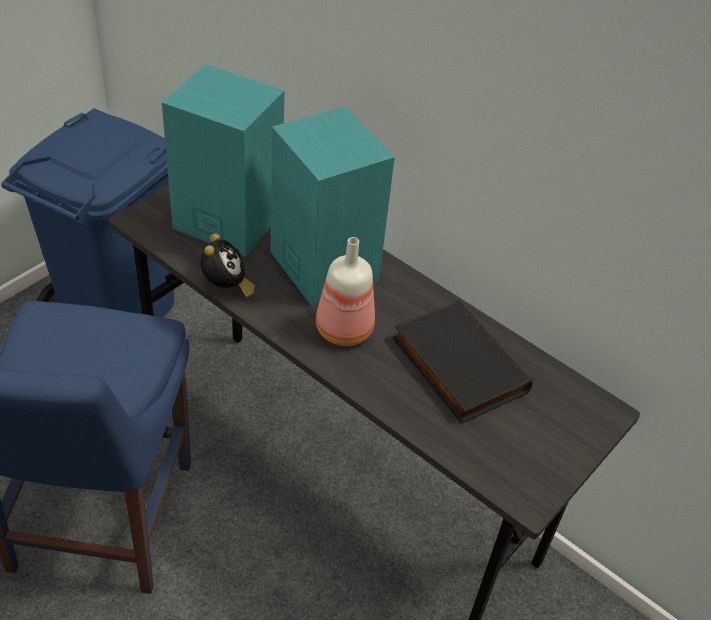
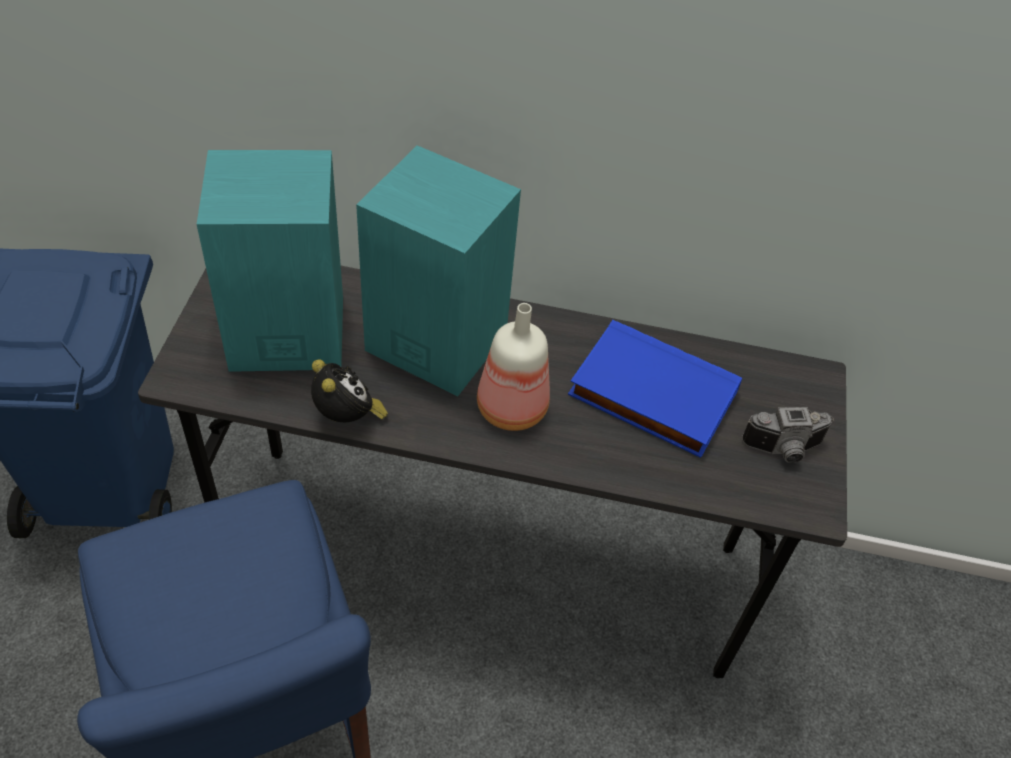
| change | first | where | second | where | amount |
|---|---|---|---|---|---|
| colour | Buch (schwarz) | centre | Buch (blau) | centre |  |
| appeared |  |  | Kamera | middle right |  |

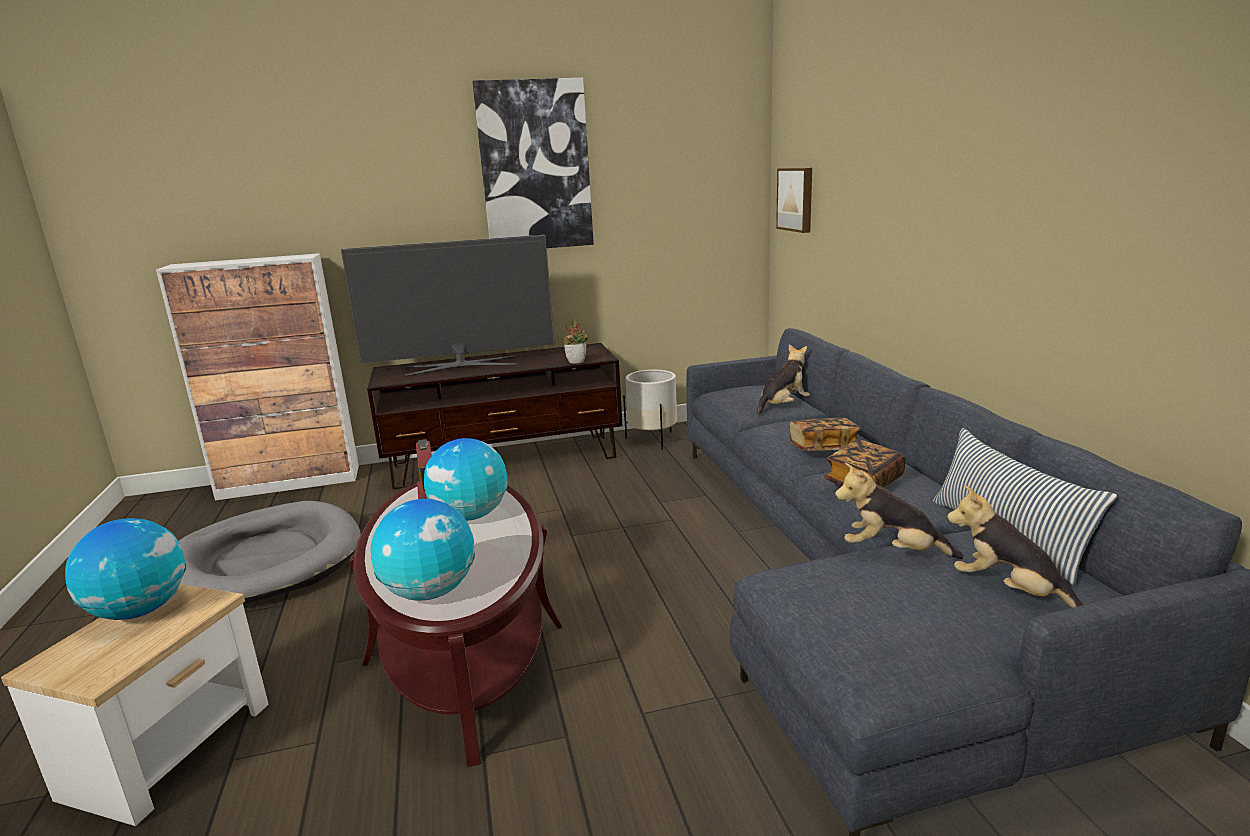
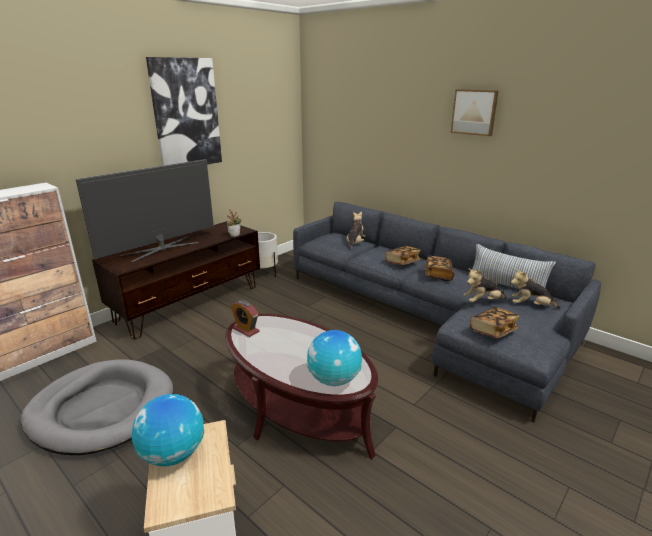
| change | first | where | second | where | amount |
|---|---|---|---|---|---|
| relocated | Bild (no. 2 from left) | top centre |  | top right |  |
| missing | Globus (no. 3 from left) | centre |  |  |  |
| appeared |  |  | Buch (no. 3 from left) | middle right |  |

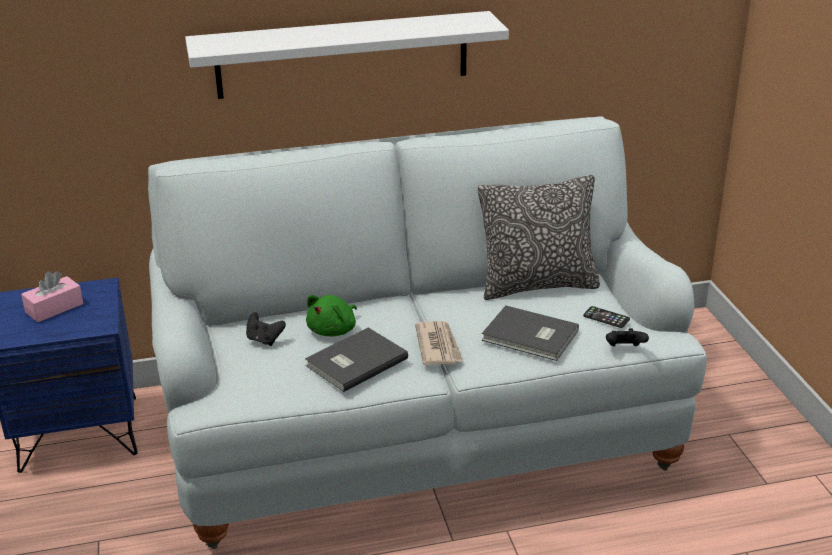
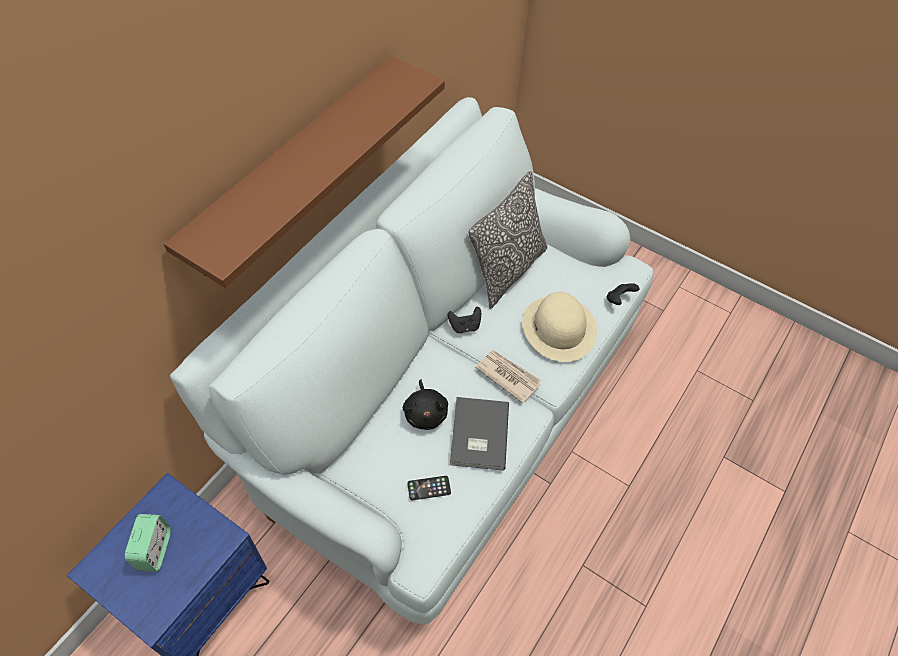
| change | first | where | second | where | amount |
|---|---|---|---|---|---|
| colour | Wandregal (weiß) | top centre | Wandregal (braun) | top centre |  |
| exchanged | Taschentuchbox (rosa) | middle left | Wecker | bottom left |  |
| colour | Plüschtier (grün) | centre | Plüschtier (schwarz) | centre |  |
| exchanged | Buch (grau) (no. 2 from left) | centre | Hut (beige) | centre |  |
| relocated | Handy | middle right |  | bottom centre |  |
| relocated | Gamepad (schwarz) (no. 1 from left) | middle left |  | centre |  |

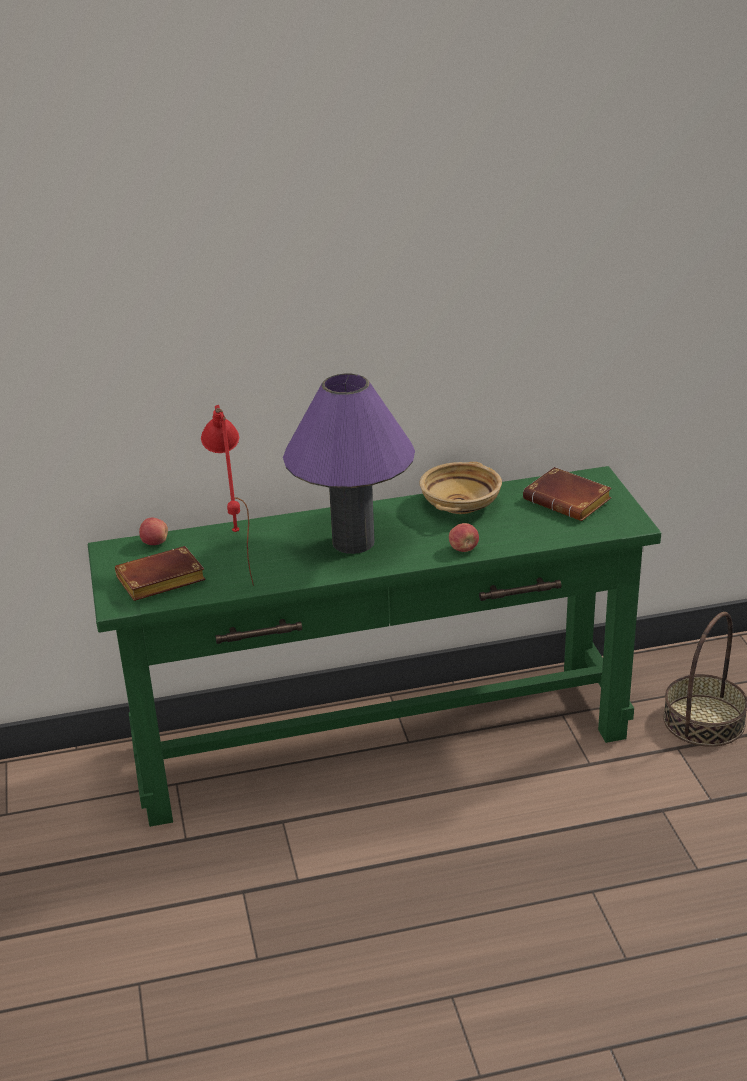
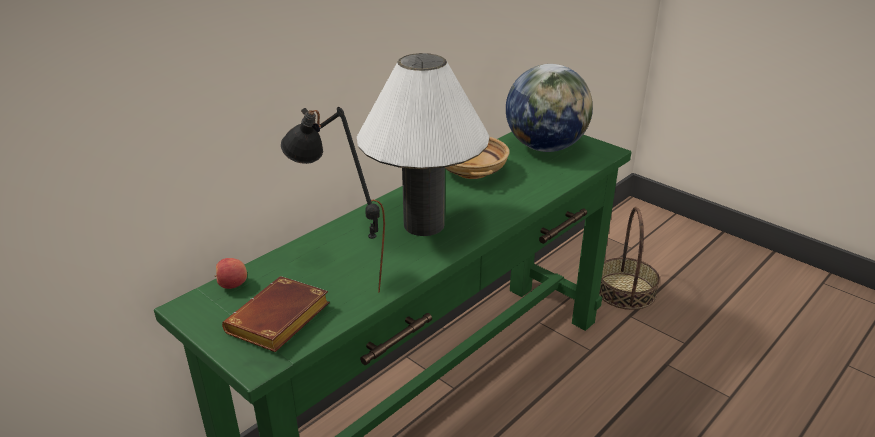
| change | first | where | second | where | amount |
|---|---|---|---|---|---|
| colour | Tischlampe (lila) | centre | Tischlampe (weiß) | top centre |  |
| colour | Tischlampe (rot) | middle left | Tischlampe (schwarz) | centre |  |
| exchanged | Buch (braun) (no. 2 from left) | middle right | Globus | top centre |  |
| missing | Apfel (no. 2 from left) | centre |  |  |  |

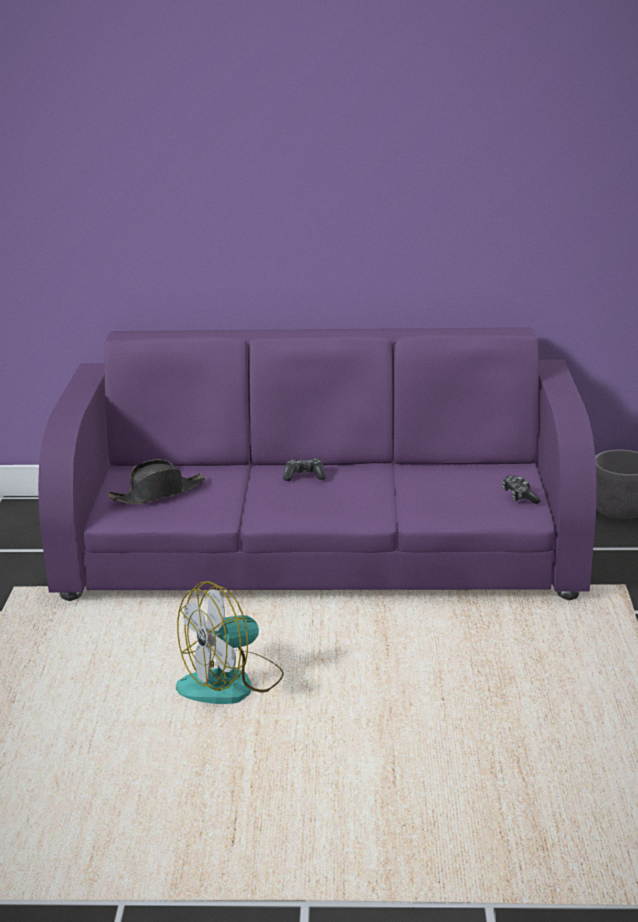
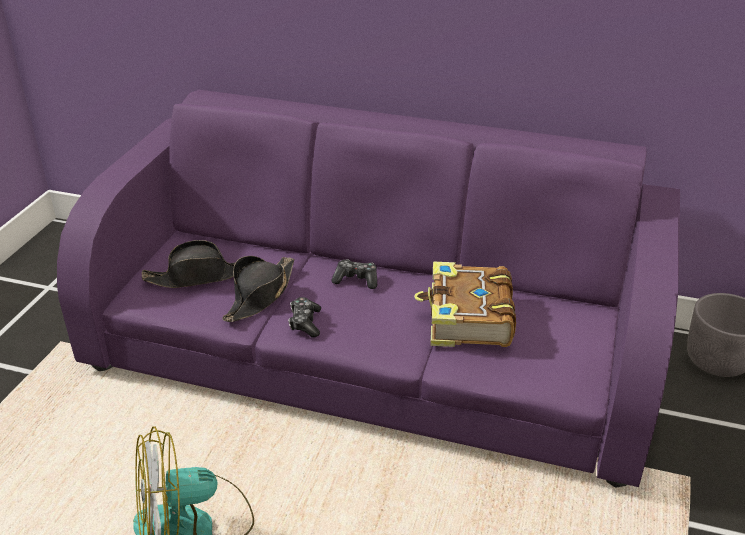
| change | first | where | second | where | amount |
|---|---|---|---|---|---|
| relocated | Gamepad (no. 2 from left in the first image) | middle right | Gamepad (no. 1 from left) | centre |  |
| appeared |  |  | Hut (schwarz) (no. 2 from left) | centre |  |
| appeared |  |  | Buch | centre |  |

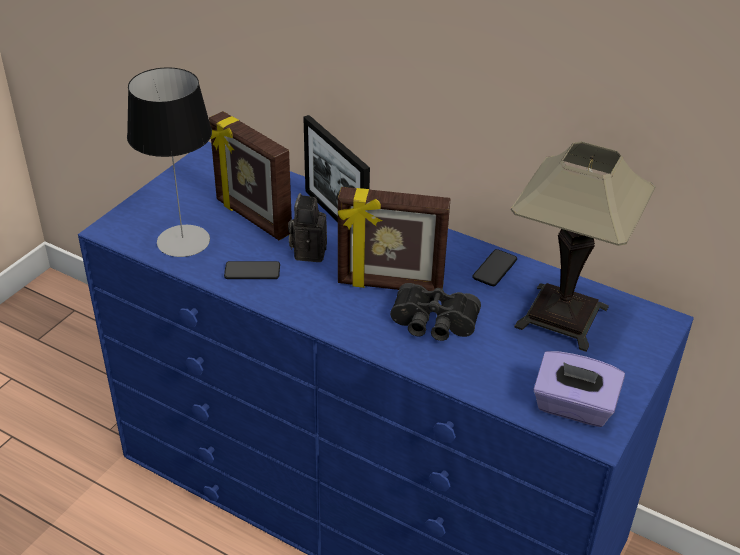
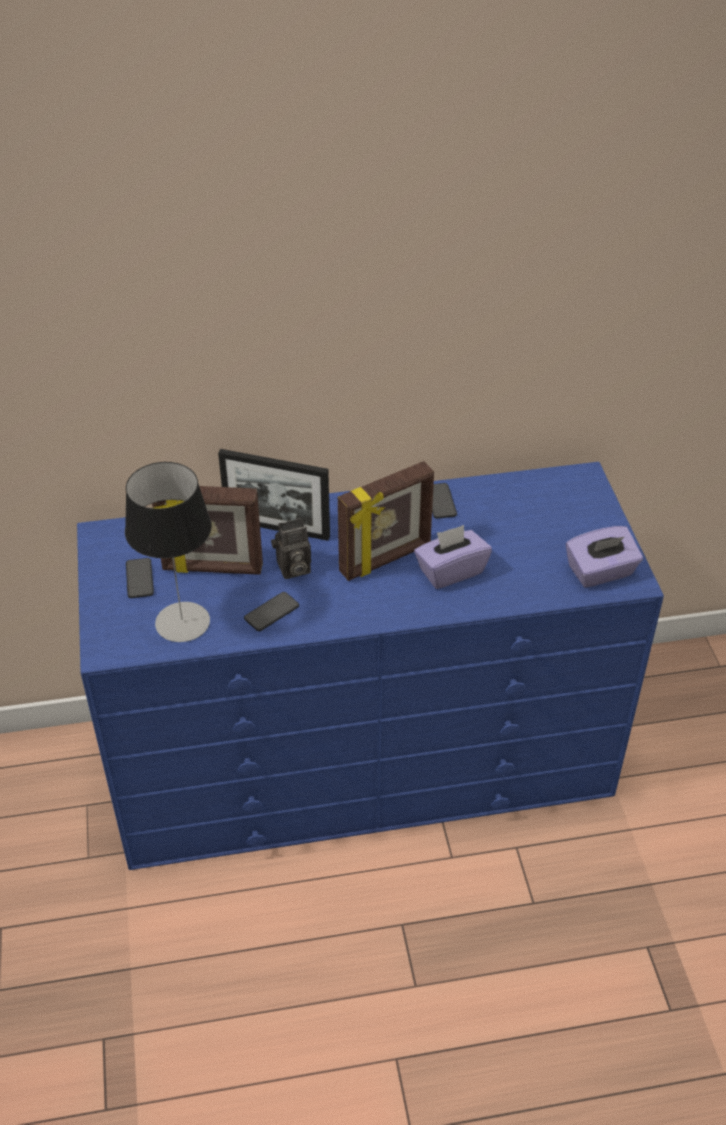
| change | first | where | second | where | amount |
|---|---|---|---|---|---|
| missing | Tischlampe (no. 2 from left) | middle right |  |  |  |
| spun | Kamera | centre |  | centre | 75 degrees counterclockwise |
| exchanged | Fernglas (schwarz) | centre | Taschentuchbox (lila) (no. 1 from left) | centre |  |
| appeared |  |  | Handy (no. 1 from left) | middle left |  |

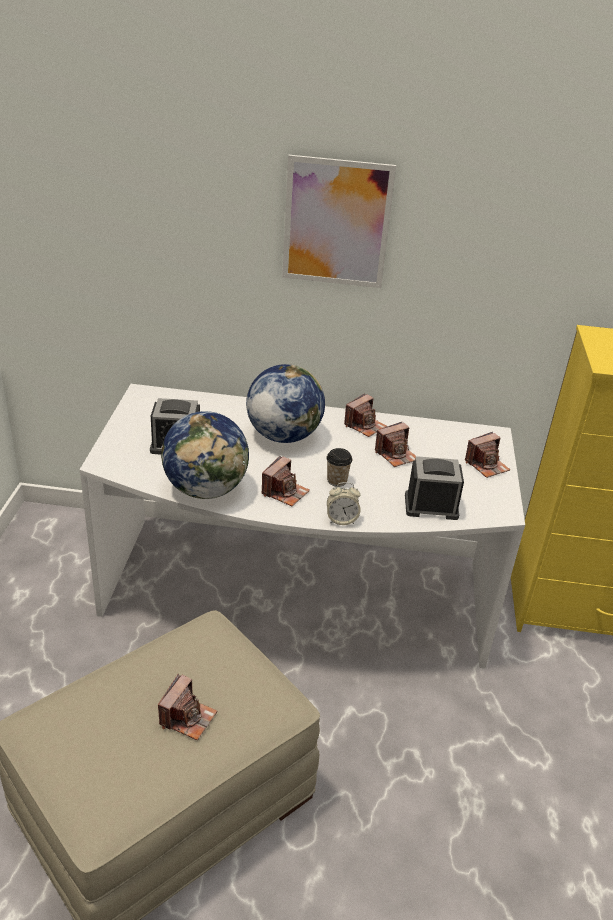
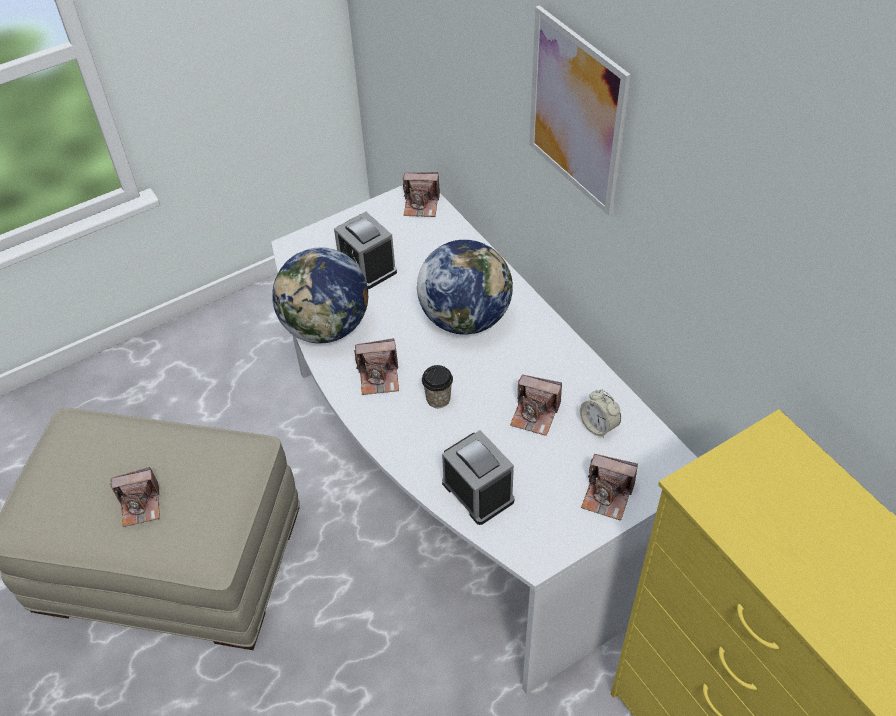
| change | first | where | second | where | amount |
|---|---|---|---|---|---|
| relocated | Kamera (no. 3 from left) | centre |  | top centre |  |
| relocated | Wecker (no. 2 from left in the first image) | centre | Wecker (no. 3 from left) | middle right |  |

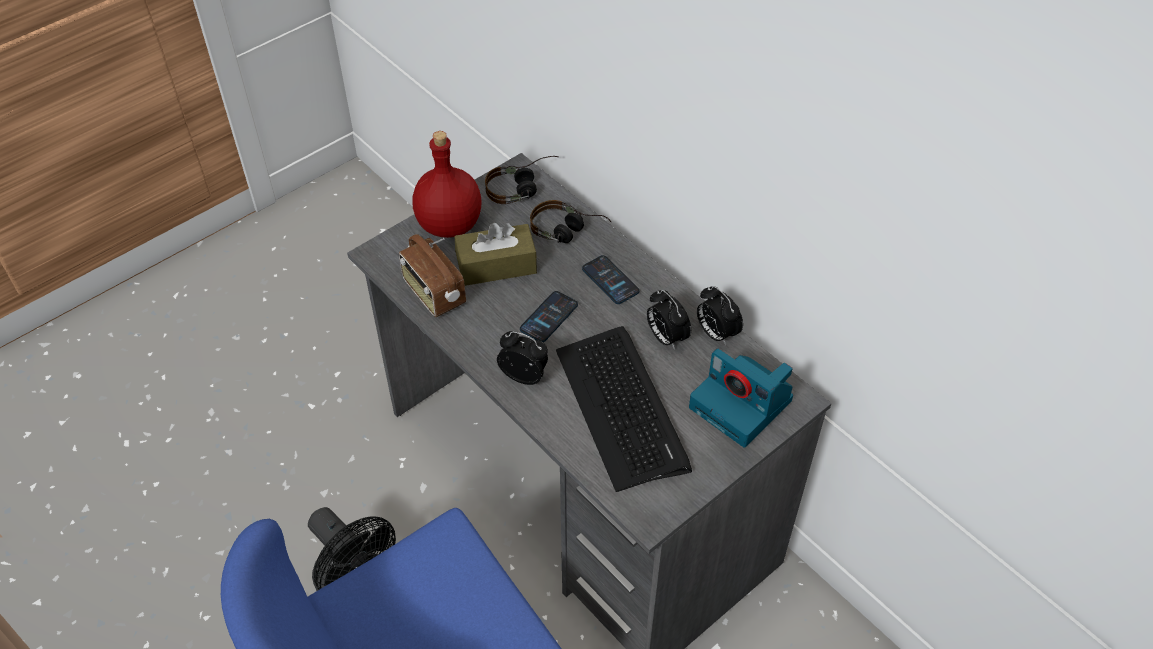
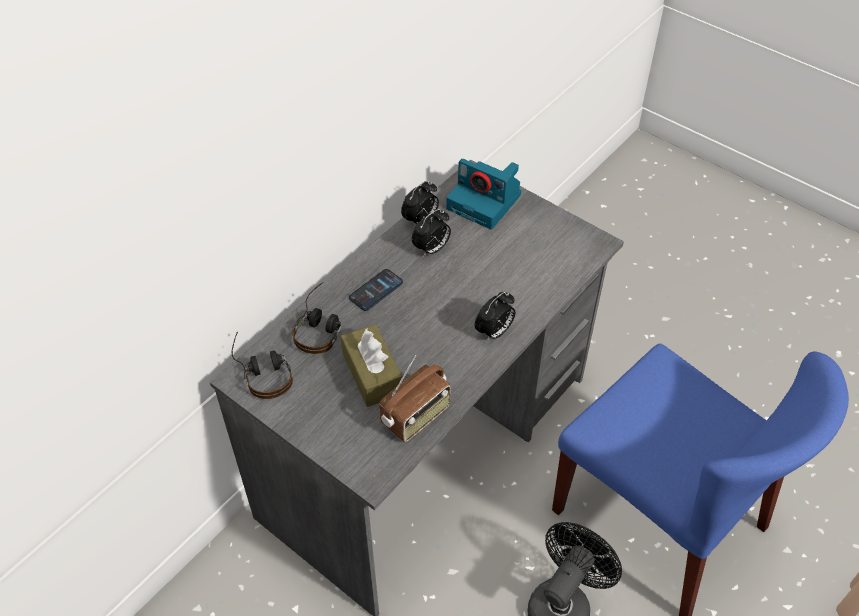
| change | first | where | second | where | amount |
|---|---|---|---|---|---|
| missing | Flasche (rot) | top centre |  |  |  |
| missing | Handy (no. 1 from left) | centre |  |  |  |
| missing | Tastatur | centre |  |  |  |
| spun | Wecker (no. 1 from left in the first image) | centre | Wecker (no. 3 from left) | centre | 150 degrees counterclockwise |
| spun | Kamera | centre |  | top centre | 90 degrees clockwise |

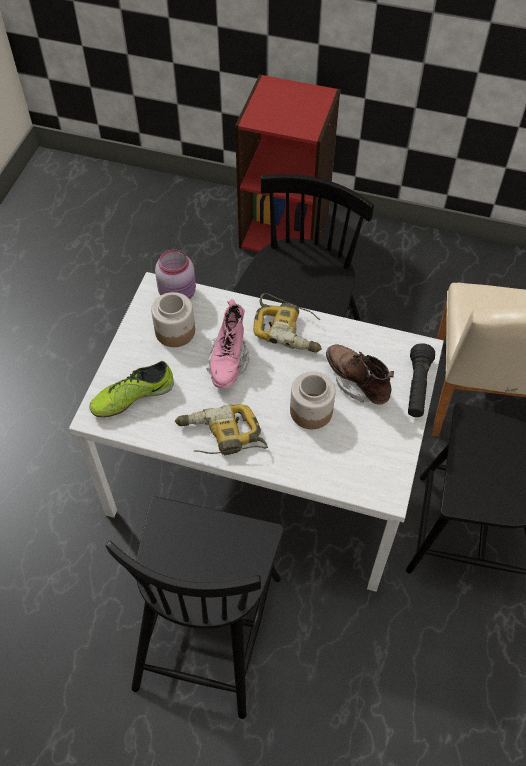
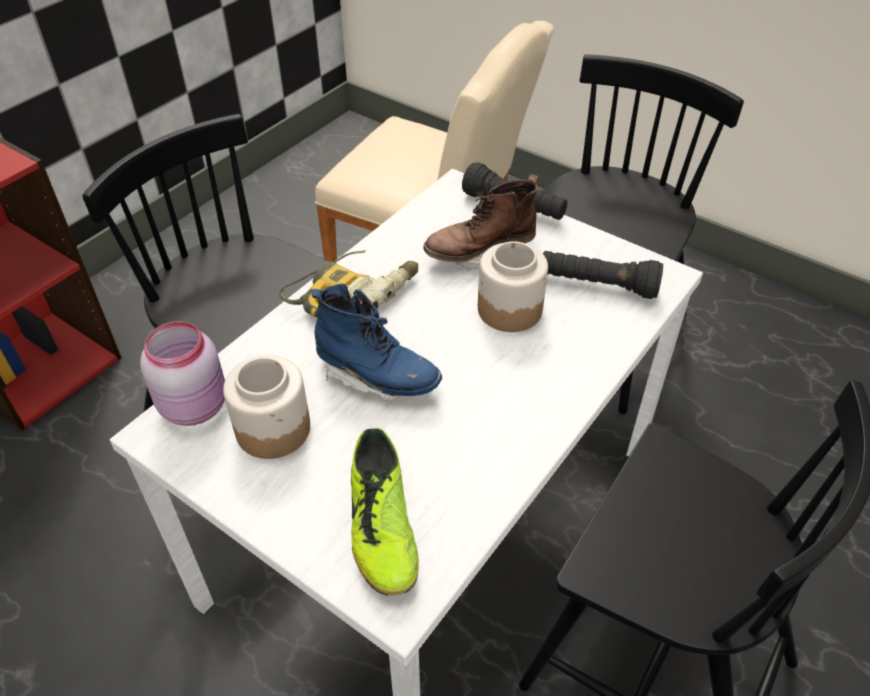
| change | first | where | second | where | amount |
|---|---|---|---|---|---|
| colour | Stiefel (rosa) | centre | Stiefel (blau) | centre |  |
| missing | Bohrmaschine (no. 1 from left) | centre |  |  |  |
| appeared |  |  | Taschenlampe (schwarz) (no. 2 from left) | middle right |  |

